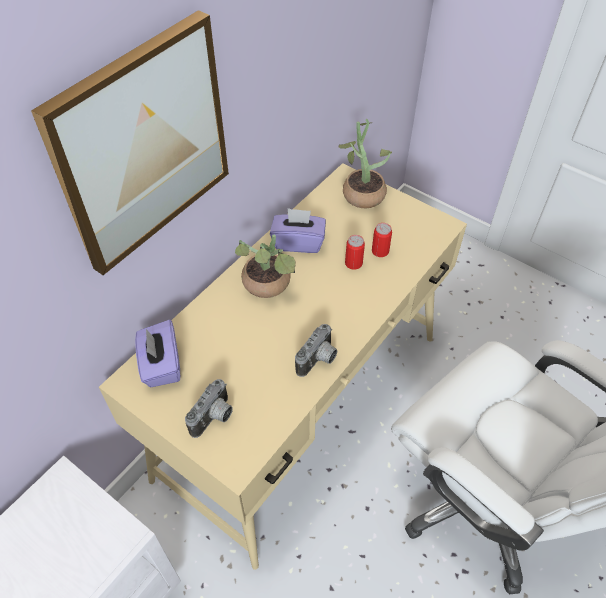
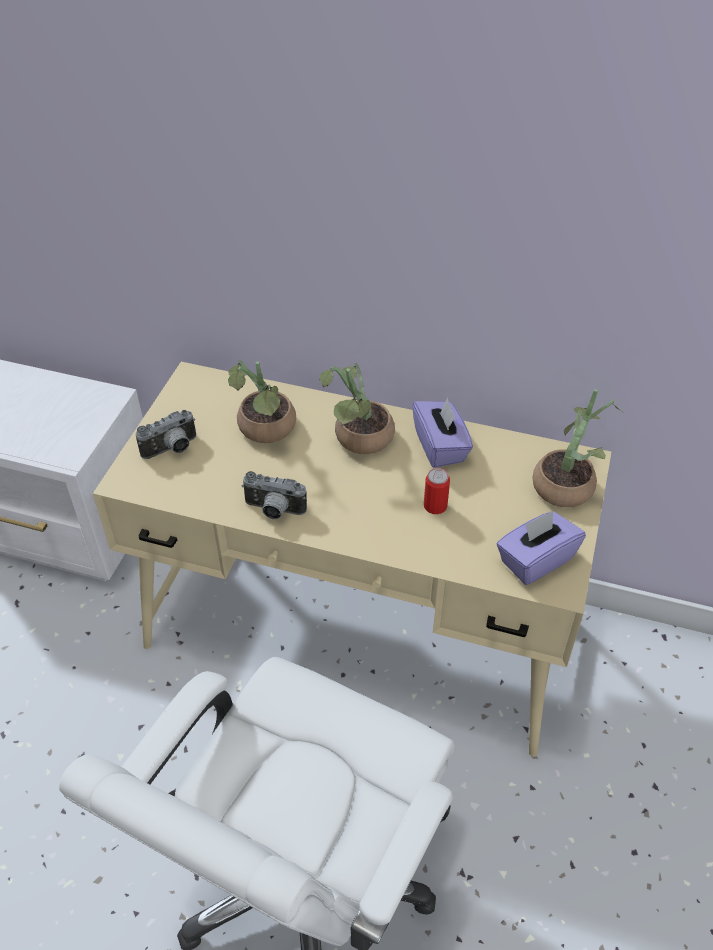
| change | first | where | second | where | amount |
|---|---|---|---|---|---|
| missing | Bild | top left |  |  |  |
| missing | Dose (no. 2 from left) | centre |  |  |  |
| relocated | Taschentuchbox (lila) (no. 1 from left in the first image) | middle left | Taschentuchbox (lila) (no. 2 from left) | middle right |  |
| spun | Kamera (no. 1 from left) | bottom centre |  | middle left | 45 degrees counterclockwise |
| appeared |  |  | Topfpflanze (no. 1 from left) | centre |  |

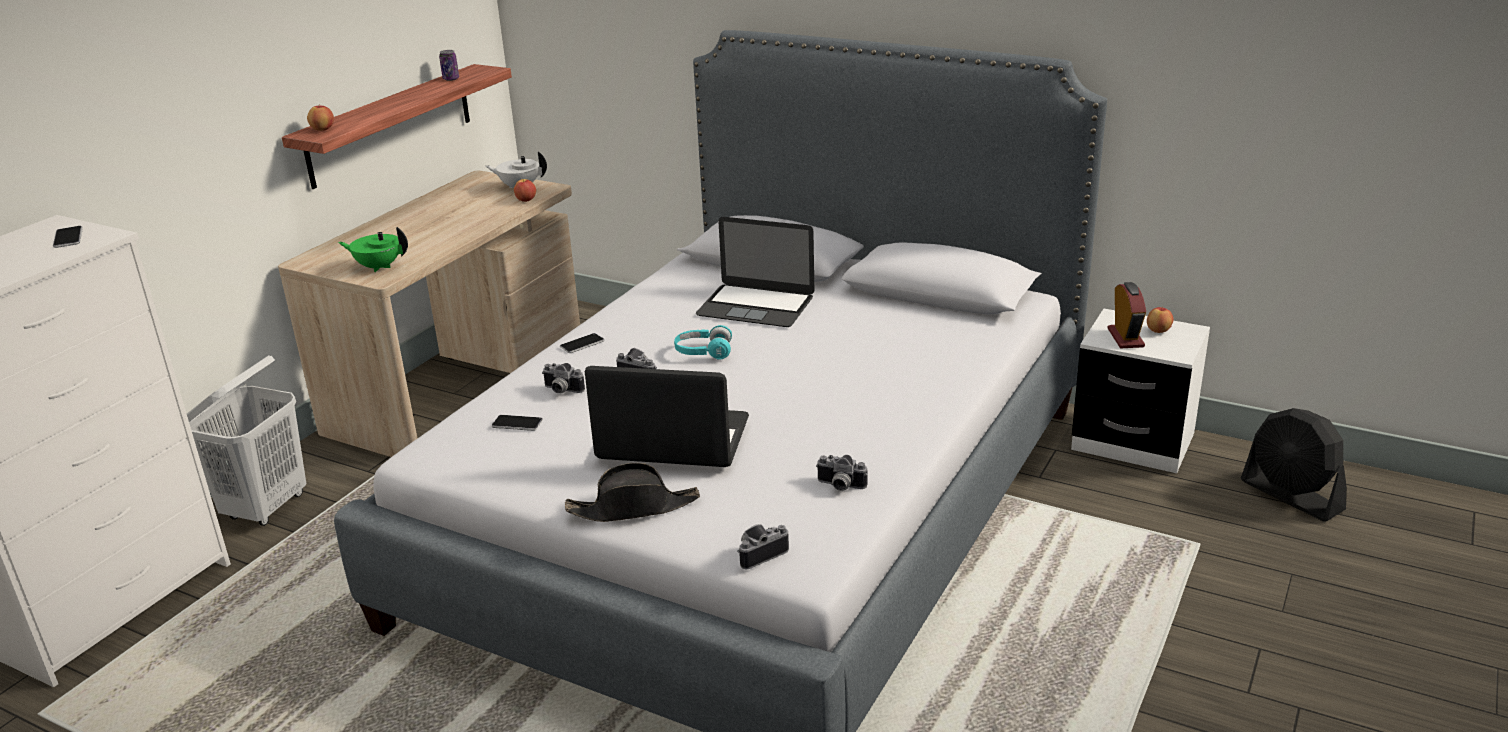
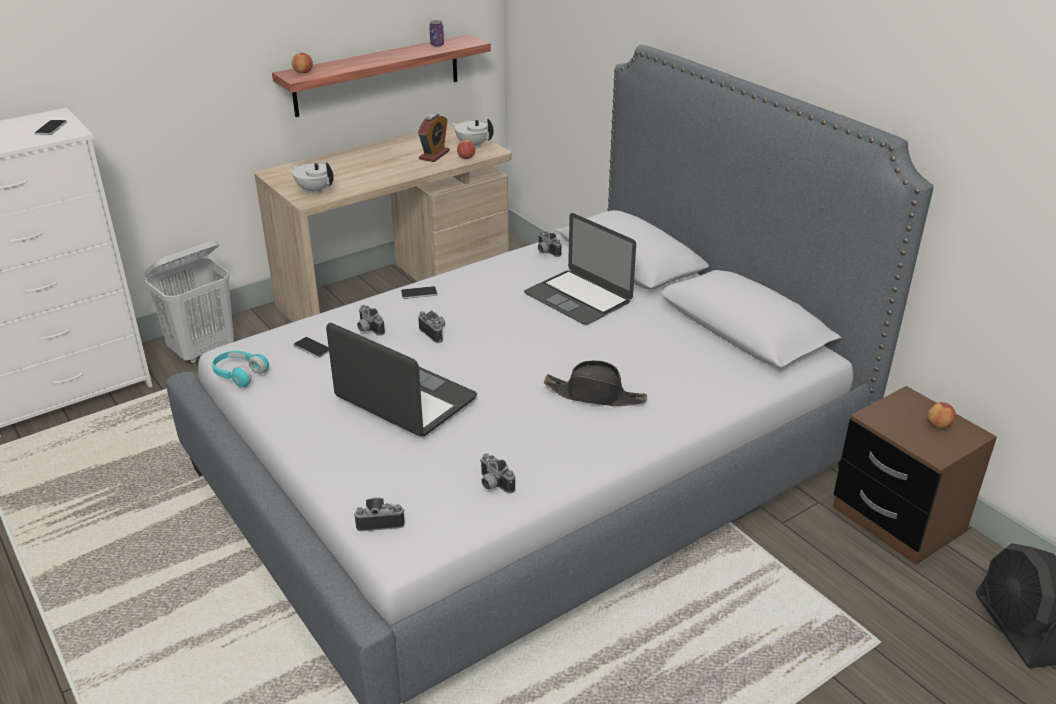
| change | first | where | second | where | amount |
|---|---|---|---|---|---|
| colour | Teekanne (grün) | middle left | Teekanne (weiß) (no. 1 from left) | top left |  |
| relocated | Wecker | middle right |  | top centre |  |
| colour | Nachttisch (weiß) | middle right | Nachttisch (braun) | bottom right |  |
| relocated | Kopfhörer (türkis) | centre |  | middle left |  |
| relocated | Hut (schwarz) | bottom centre |  | centre |  |
| appeared |  |  | Kamera (no. 5 from left) | centre |  |

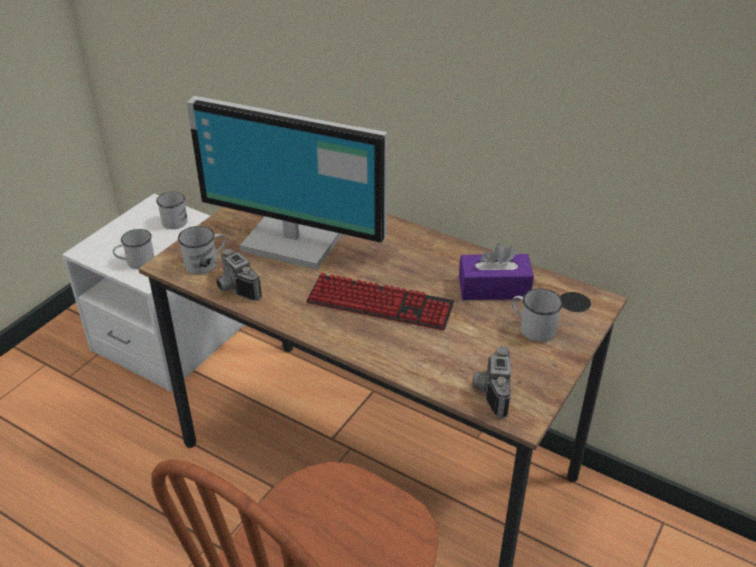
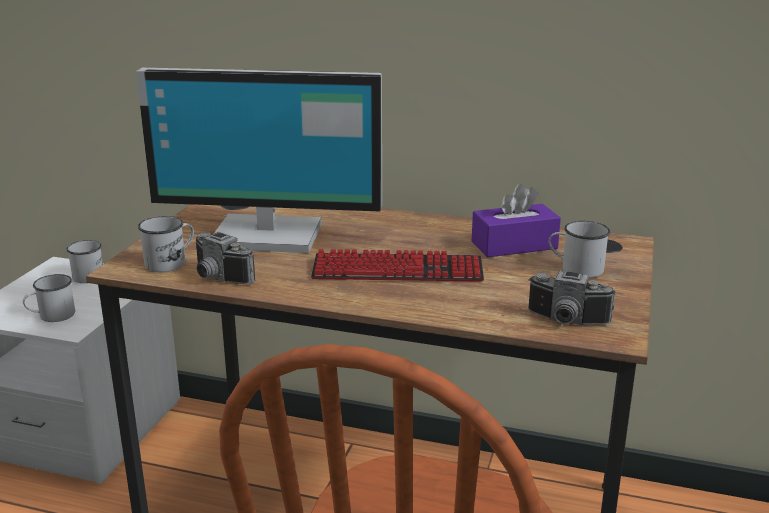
| change | first | where | second | where | amount |
|---|---|---|---|---|---|
| spun | Kamera (no. 2 from left) | bottom centre |  | middle right | 60 degrees counterclockwise |

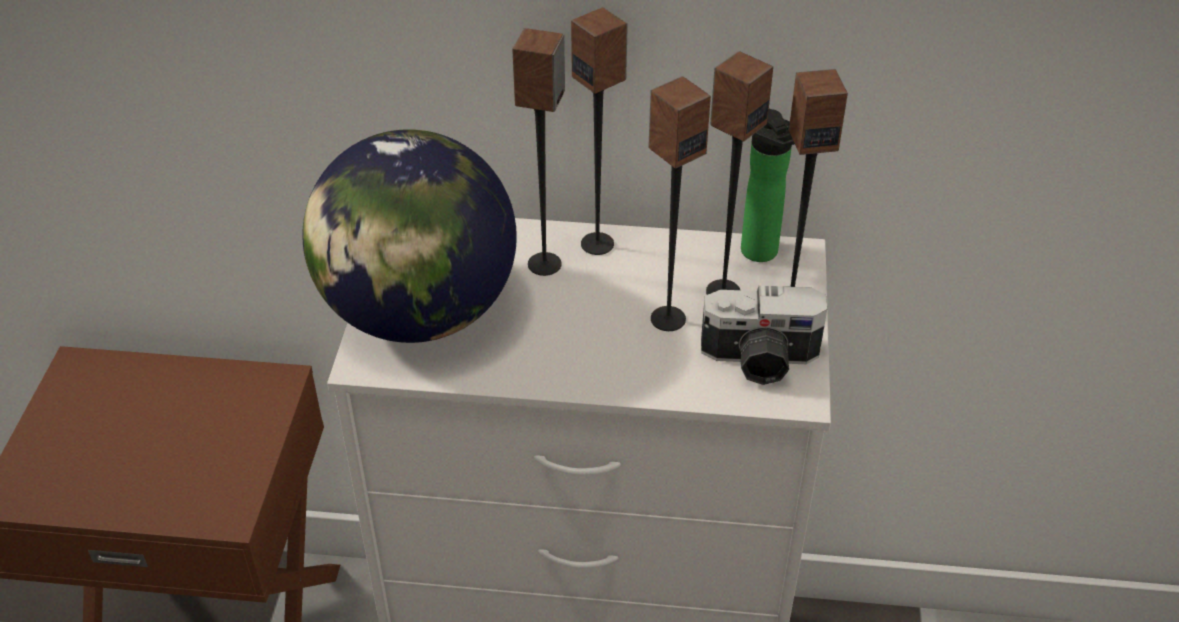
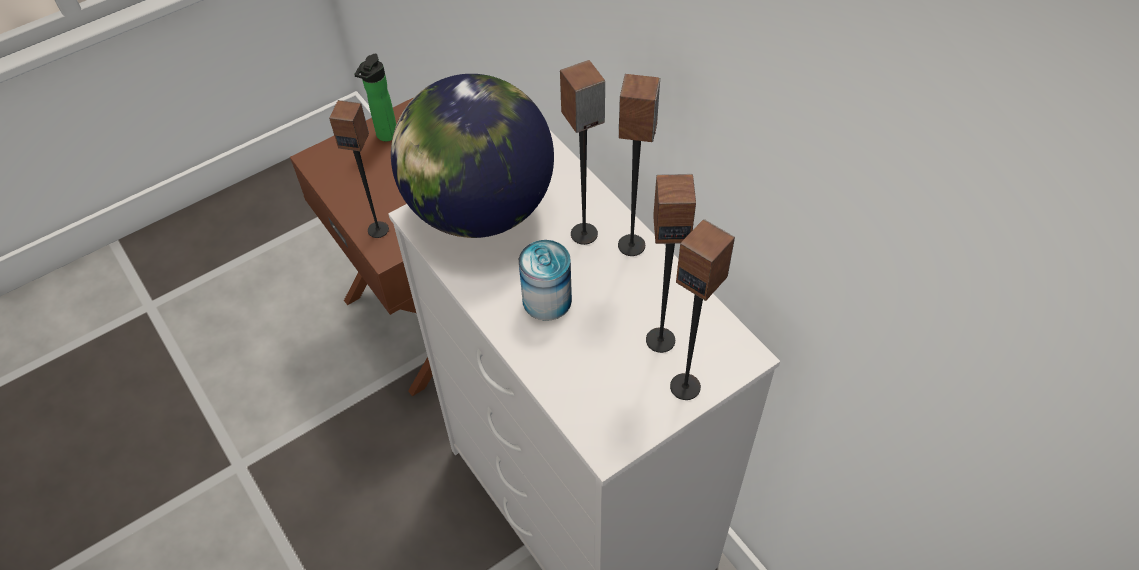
| change | first | where | second | where | amount |
|---|---|---|---|---|---|
| relocated | Lautsprecher (no. 3 from left in the first image) | top centre | Lautsprecher (no. 1 from left) | top left |  |
| relocated | Flasche | top centre |  | top left |  |
| missing | Kamera | centre |  |  |  |
| appeared |  |  | Dose | centre |  |

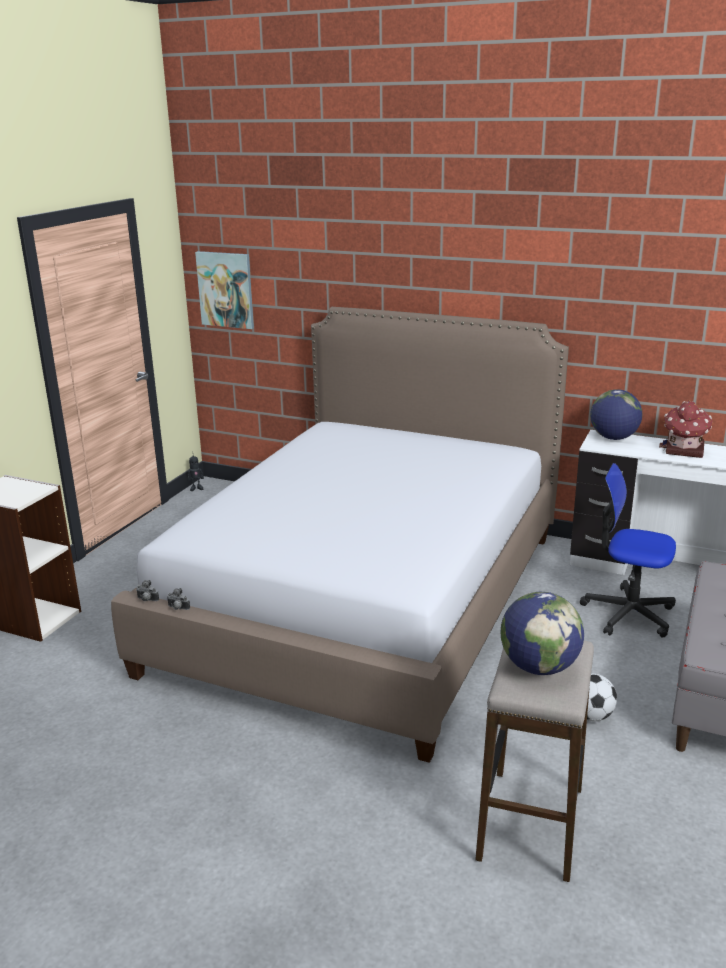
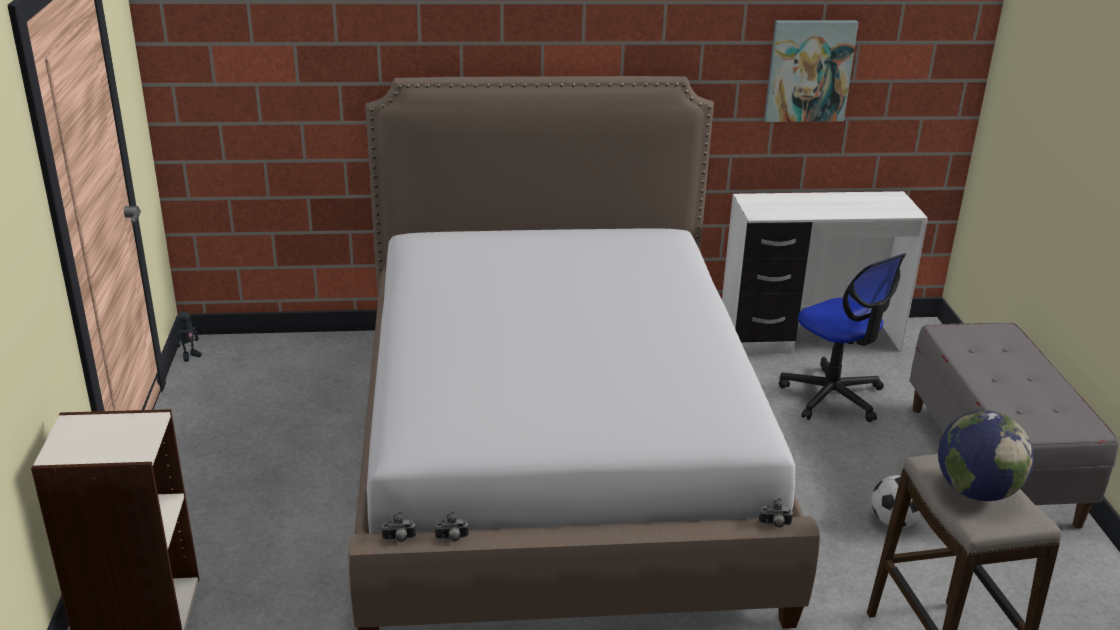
| change | first | where | second | where | amount |
|---|---|---|---|---|---|
| relocated | Bild | top left |  | top right |  |
| missing | Globus (no. 2 from left) | middle right |  |  |  |
| missing | Spielzeughaus | middle right |  |  |  |
| spun | Bürostuhl | middle right |  | middle right | 120 degrees counterclockwise |
| appeared |  |  | Kamera (no. 3 from left) | bottom right |  |

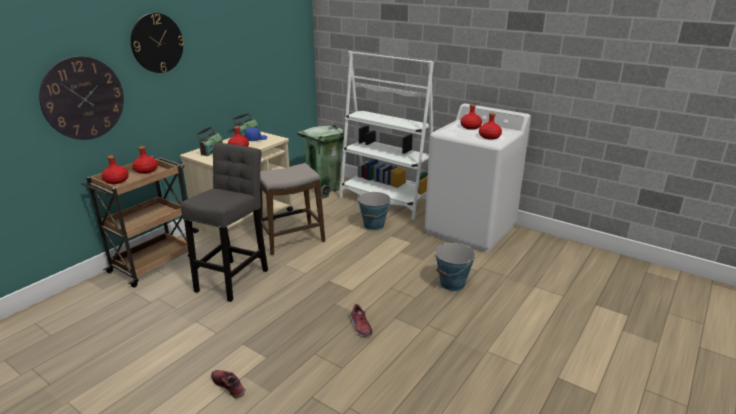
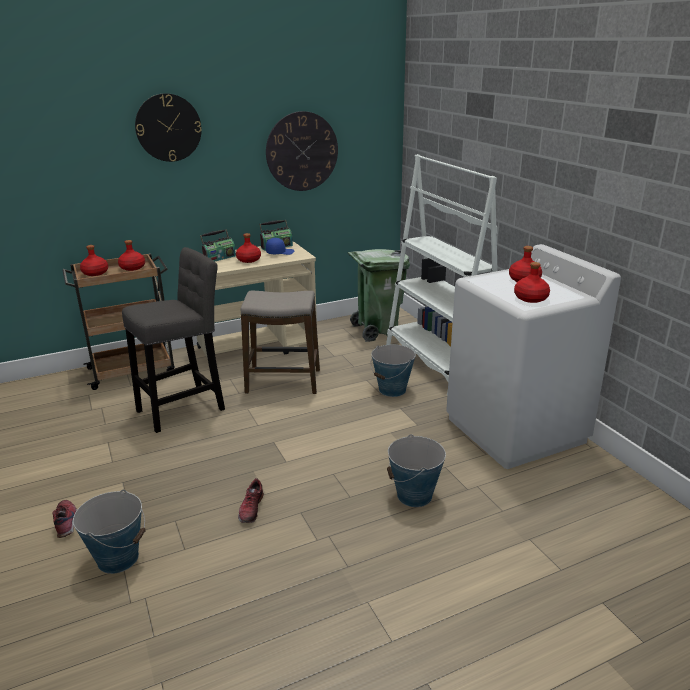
| change | first | where | second | where | amount |
|---|---|---|---|---|---|
| relocated | Wanduhr (no. 1 from left in the first image) | top left | Wanduhr (no. 2 from left) | top centre |  |
| appeared |  |  | Eimer (no. 1 from left) | bottom left |  |

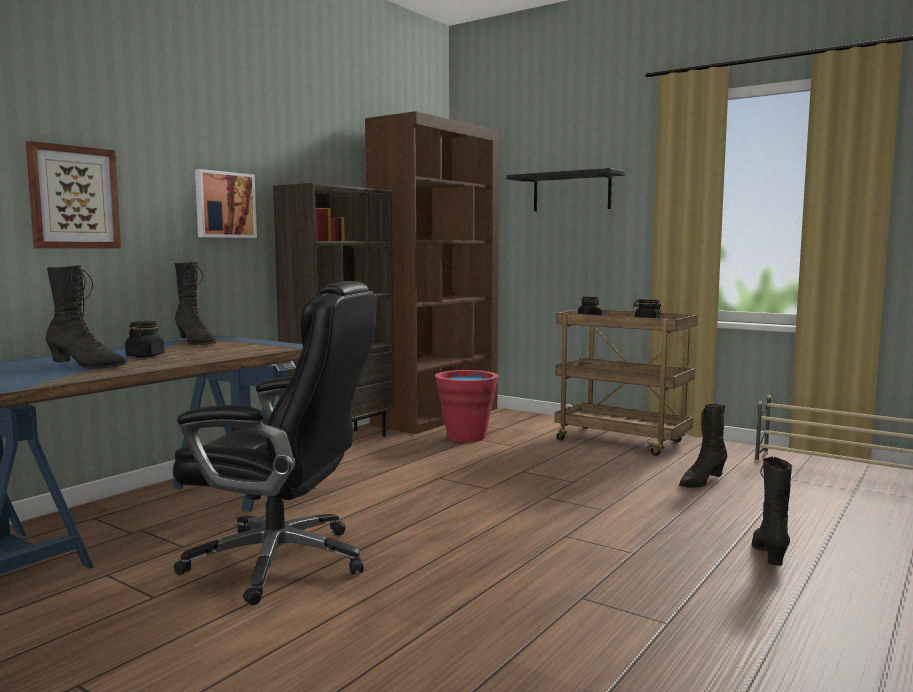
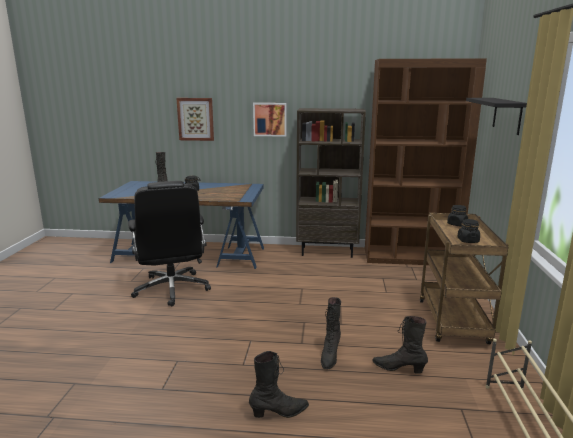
| change | first | where | second | where | amount |
|---|---|---|---|---|---|
| relocated | Stiefel (schwarz) (no. 2 from left in the first image) | middle left | Stiefel (schwarz) (no. 3 from left) | bottom centre |  |
| missing | Eimer (rot) | centre |  |  |  |

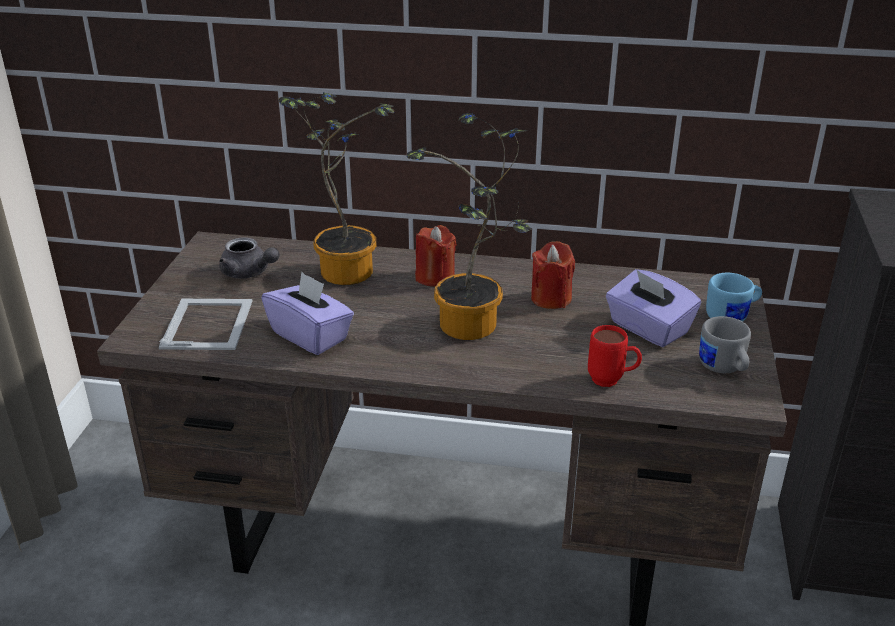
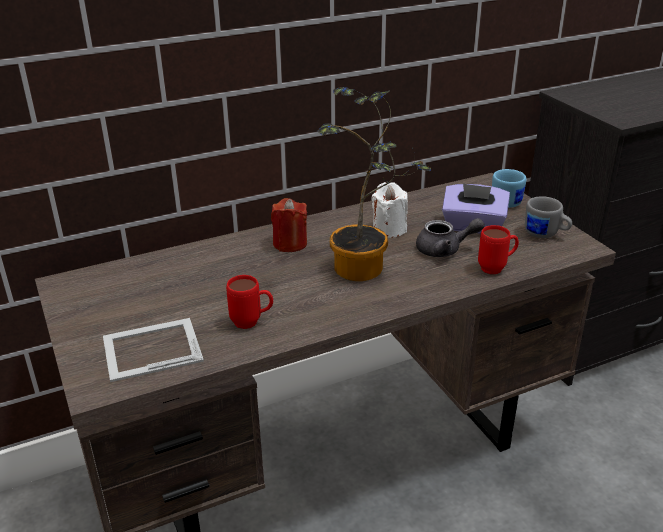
| change | first | where | second | where | amount |
|---|---|---|---|---|---|
| missing | Topfpflanze (no. 1 from left) | top centre |  |  |  |
| relocated | Teekanne (grau) | middle left |  | middle right |  |
| colour | Kerze (rot) (no. 2 from left) | centre | Kerze (weiß) | centre |  |
| exchanged | Taschentuchbox (lila) (no. 1 from left) | centre | Henkelbecher (rot) (no. 1 from left) | centre |  |
| spun | Bilderrahmen | middle left |  | middle left | 75 degrees counterclockwise |

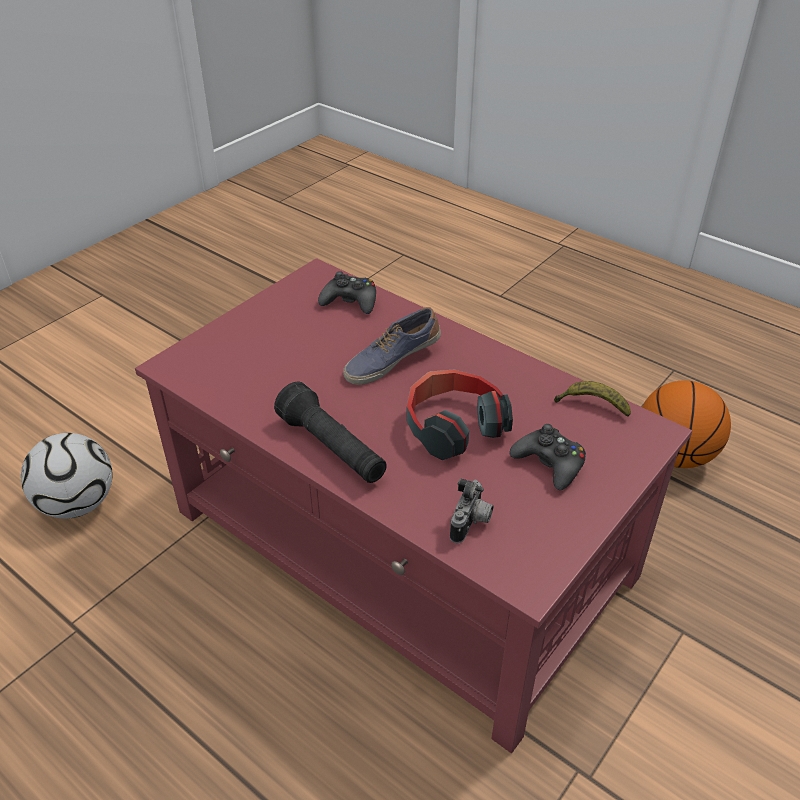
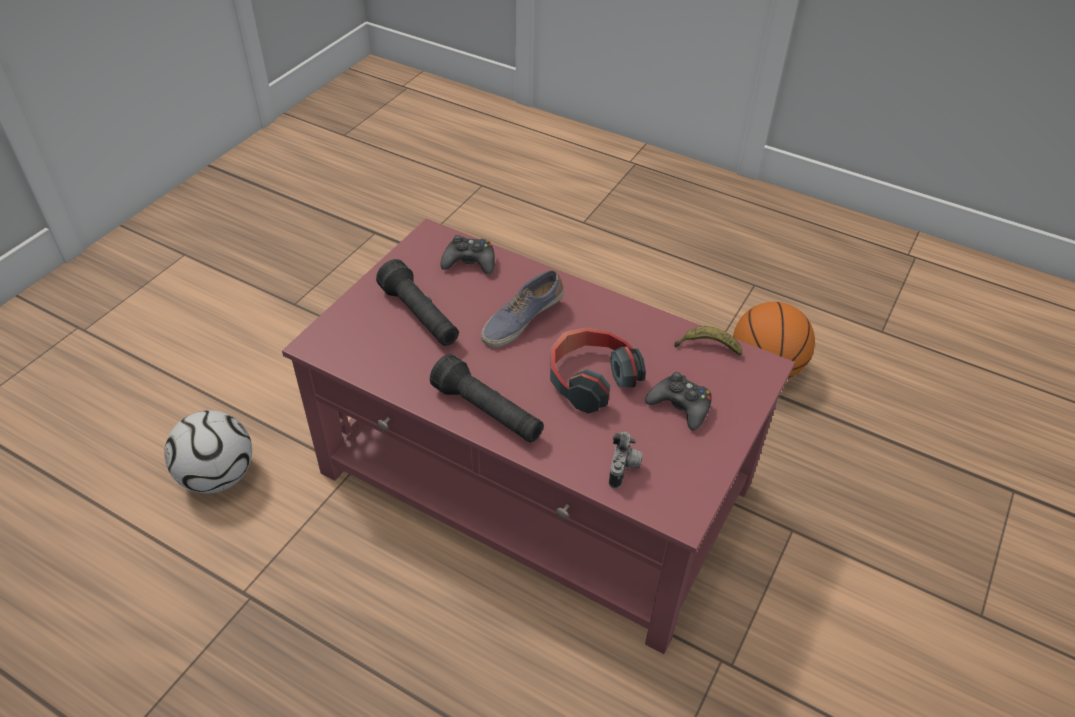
| change | first | where | second | where | amount |
|---|---|---|---|---|---|
| appeared |  |  | Taschenlampe (schwarz) (no. 1 from left) | centre |  |

